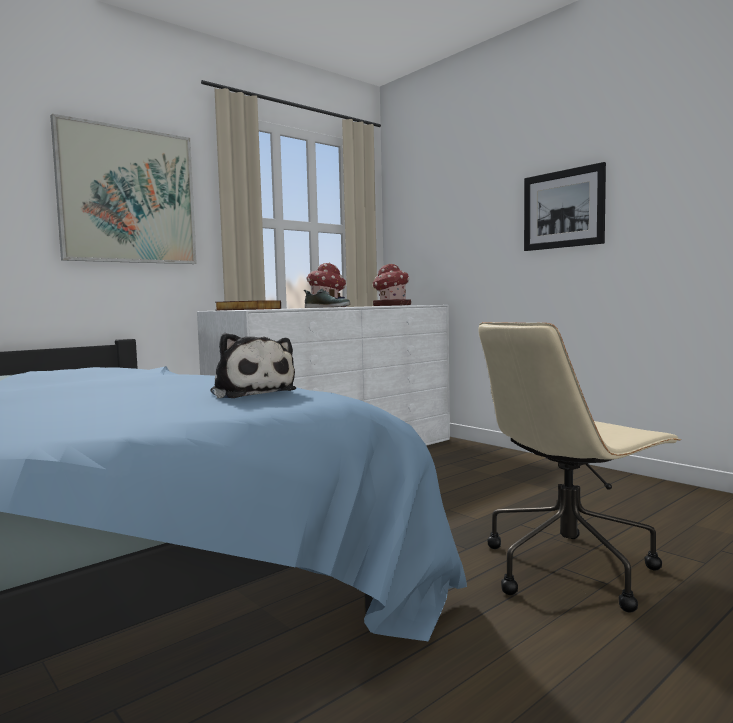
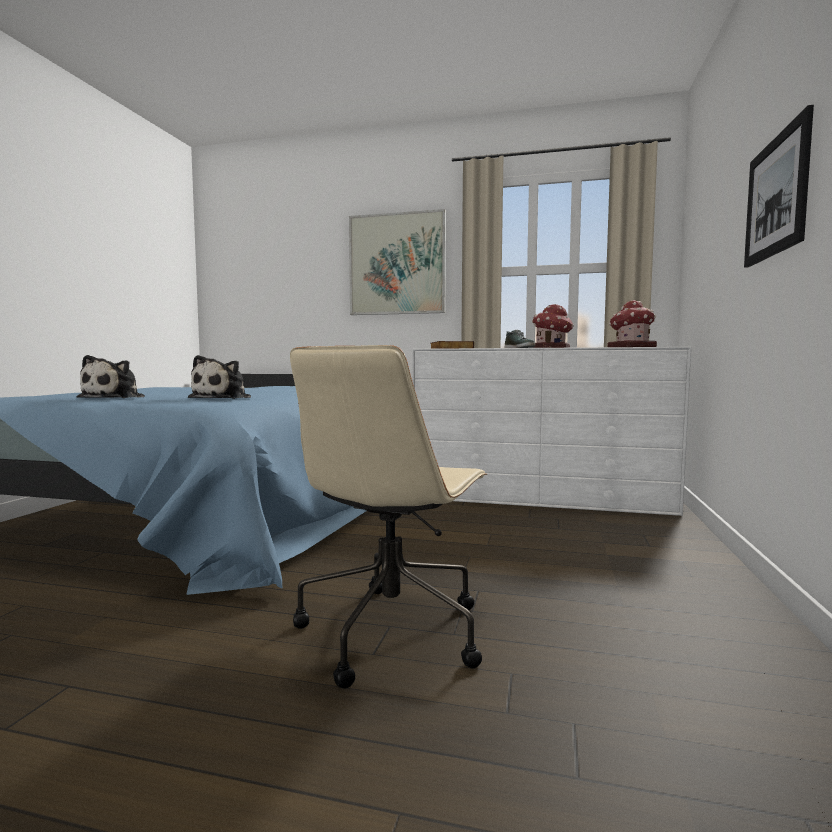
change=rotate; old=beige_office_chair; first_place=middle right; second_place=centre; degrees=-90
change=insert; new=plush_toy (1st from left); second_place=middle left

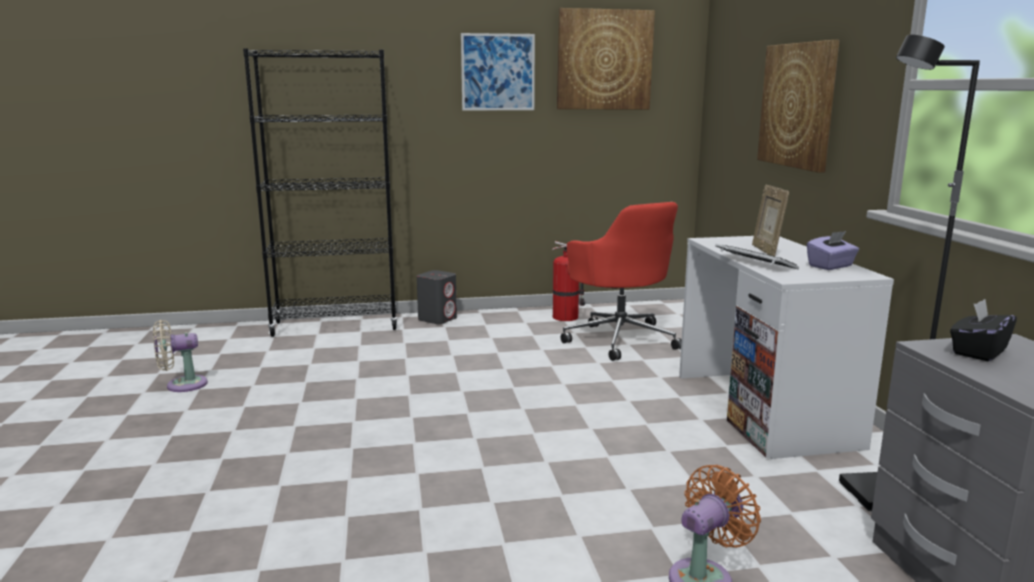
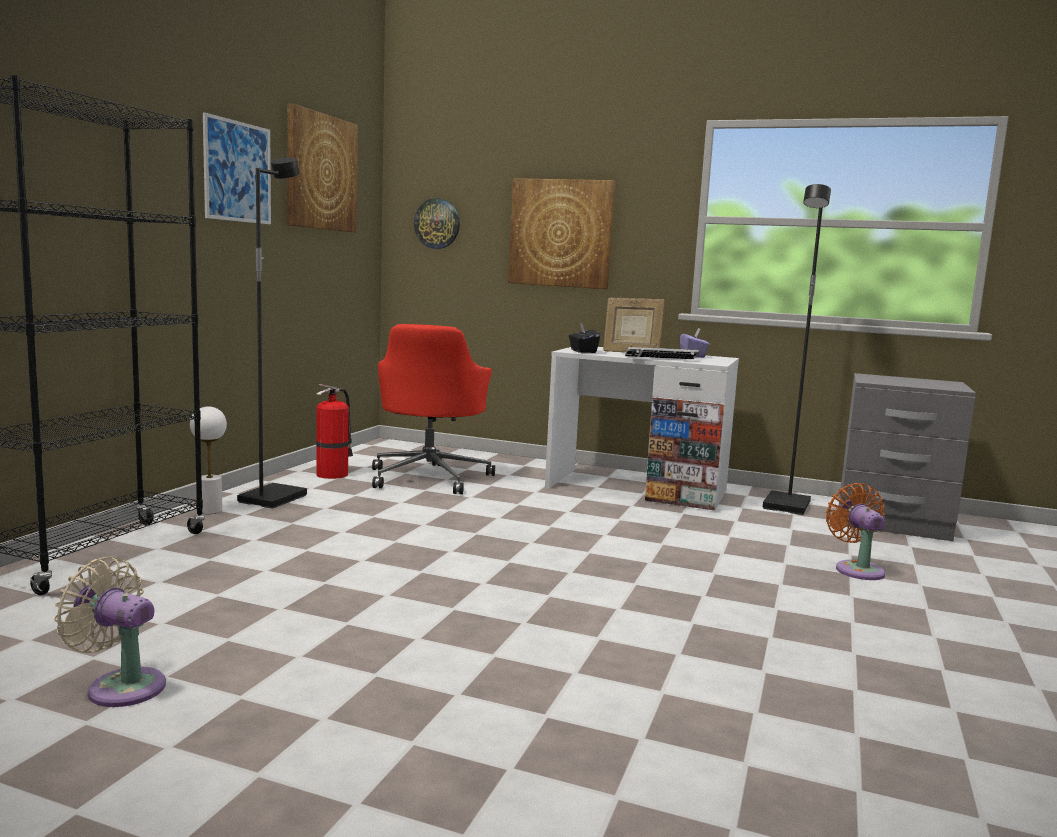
change=rotate; old=beige_fan; first_place=middle left; second_place=bottom left; degrees=105
change=replace; old=grey_speaker; new=white_table_lamp; first_place=centre; second_place=middle left
change=rotate; old=red_office_chair; first_place=centre; second_place=centre; degrees=90
change=move; old=black_tissue_box; first_place=middle right; second_place=centre
change=insert; new=black_floor_lamp (1st from left); second_place=middle left
change=insert; new=wall_clock; second_place=top centre

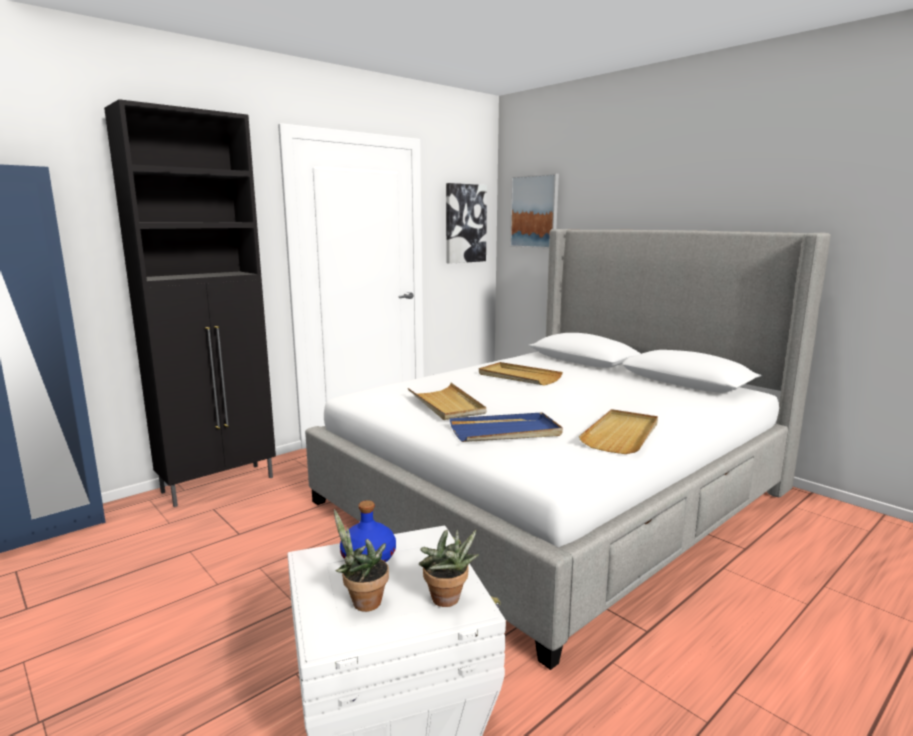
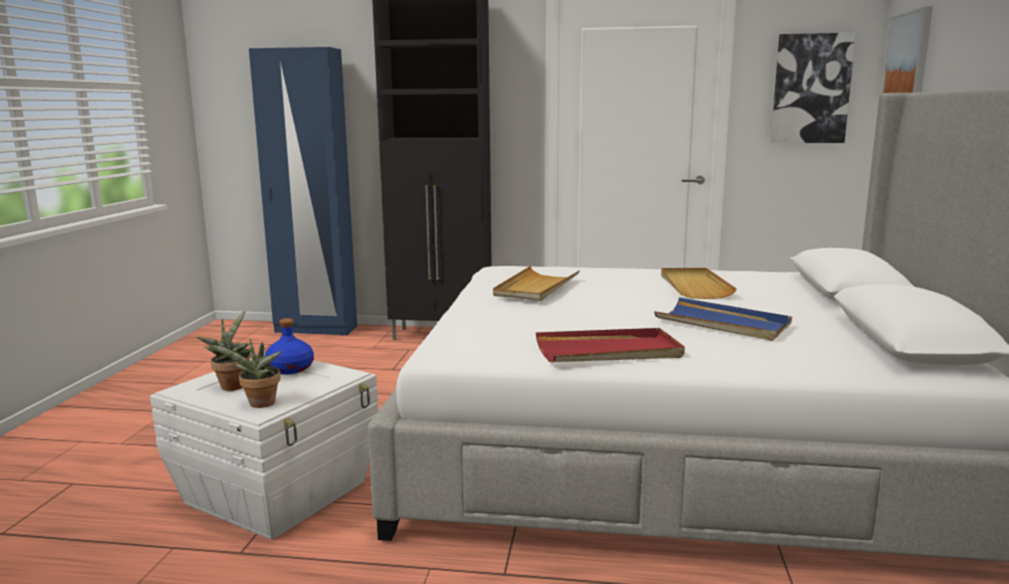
change=move; old=blue_tray; first_place=centre; second_place=middle right
change=recolor; old=beige_tray (3rd from left); new=red_tray; first_place=middle right; second_place=centre

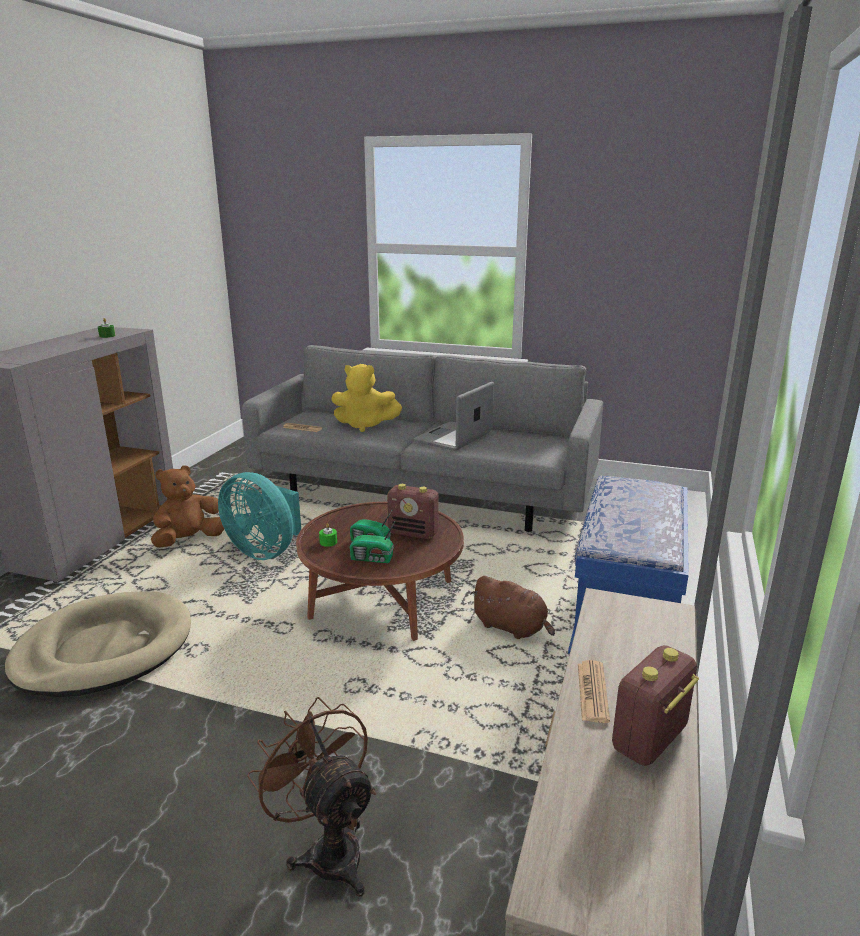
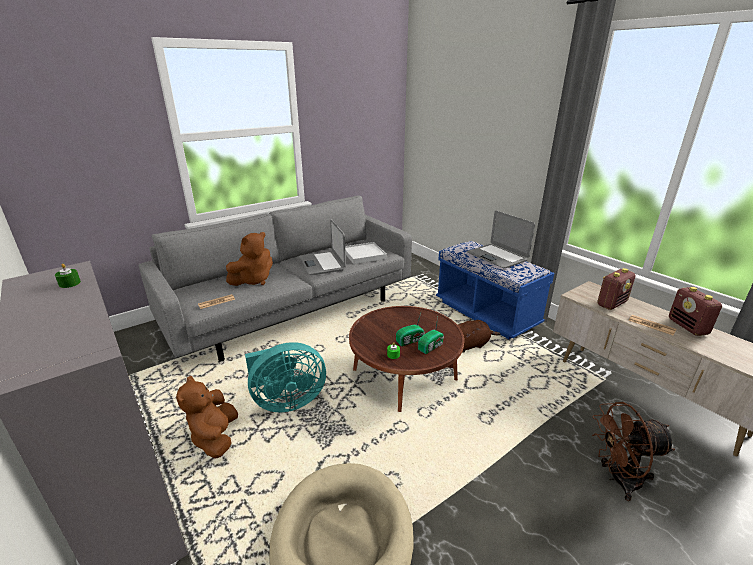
change=recolor; old=yellow_plush_toy; new=brown_plush_toy (2nd from left); first_place=centre; second_place=middle left
change=move; old=radio (3rd from left); first_place=centre; second_place=middle right
change=insert; new=white_tray; second_place=centre
change=insert; new=laptop (2nd from left); second_place=centre

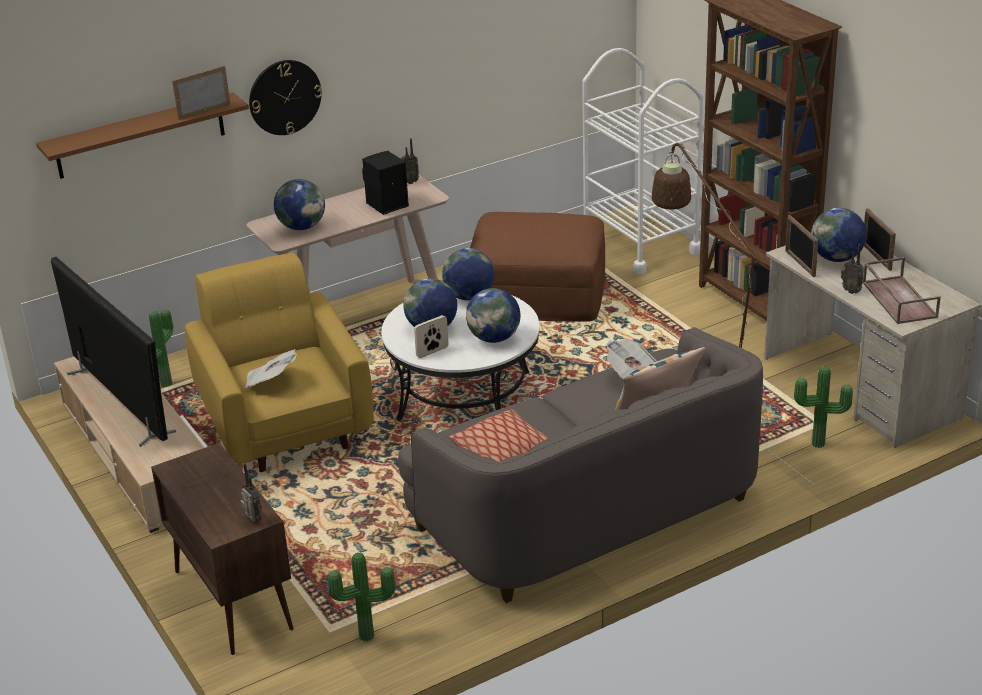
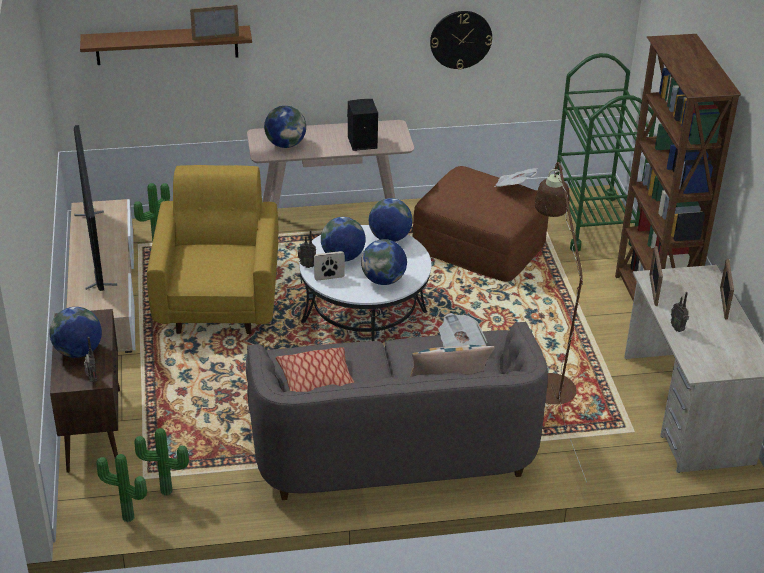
change=move; old=newspaper (1st from left in the first image); new=newspaper (2nd from left); first_place=middle left; second_place=top right
change=move; old=wall_clock; first_place=top left; second_place=top centre
change=move; old=radio (2nd from left); first_place=top centre; second_place=centre
change=recolor; old=white_cart; new=green_cart; first_place=top centre; second_place=top right
change=move; old=potted_plant (3rd from left in the first image); new=potted_plant (1st from left); first_place=middle right; second_place=bottom left
change=move; old=globe (5th from left in the first image); new=globe (1st from left); first_place=middle right; second_place=middle left
change=delete; old=brown_tray; first_place=middle right

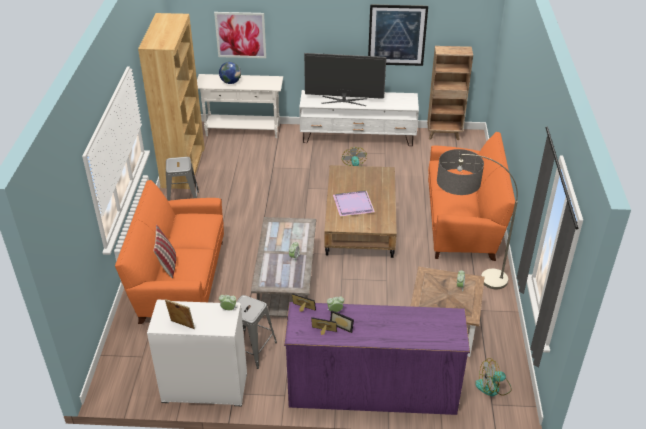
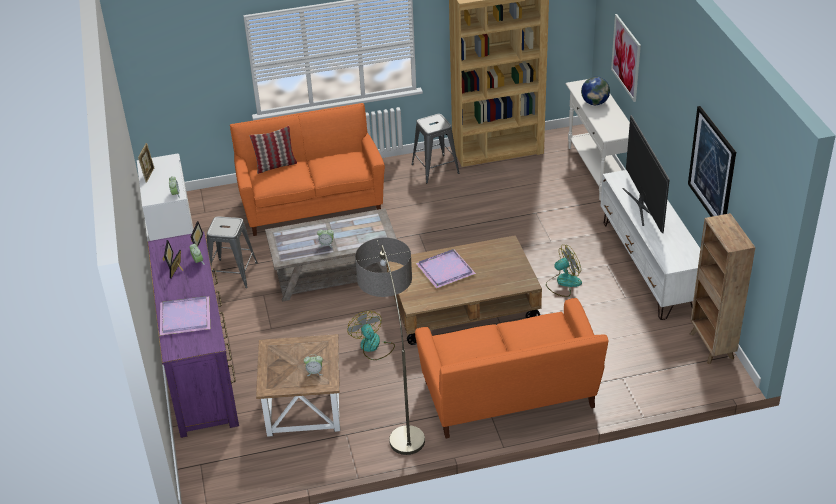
change=move; old=fan (2nd from left in the first image); new=fan (1st from left); first_place=bottom right; second_place=centre
change=insert; new=purple_tray (1st from left); second_place=middle left

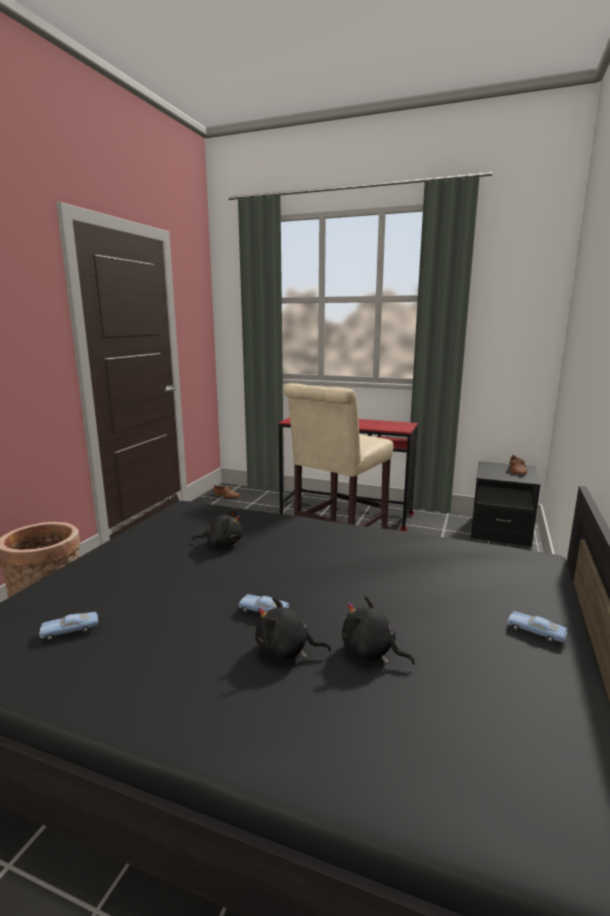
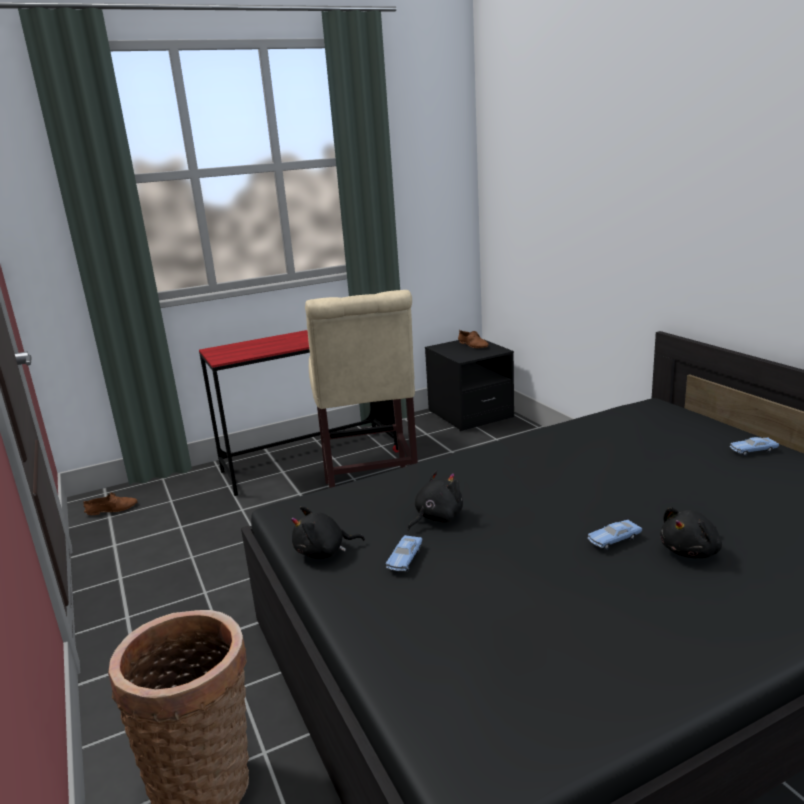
change=move; old=blue_toy_car (1st from left); first_place=bottom left; second_place=bottom centre
change=move; old=black_plush_toy (3rd from left in the first image); new=black_plush_toy (1st from left); first_place=bottom centre; second_place=centre

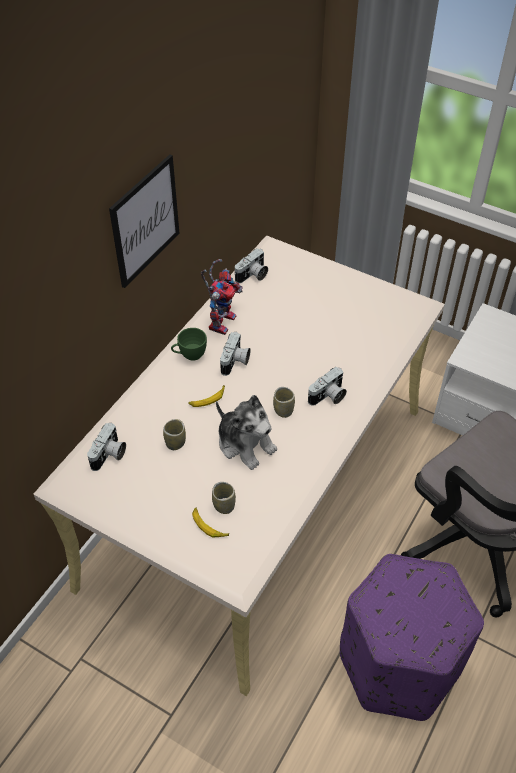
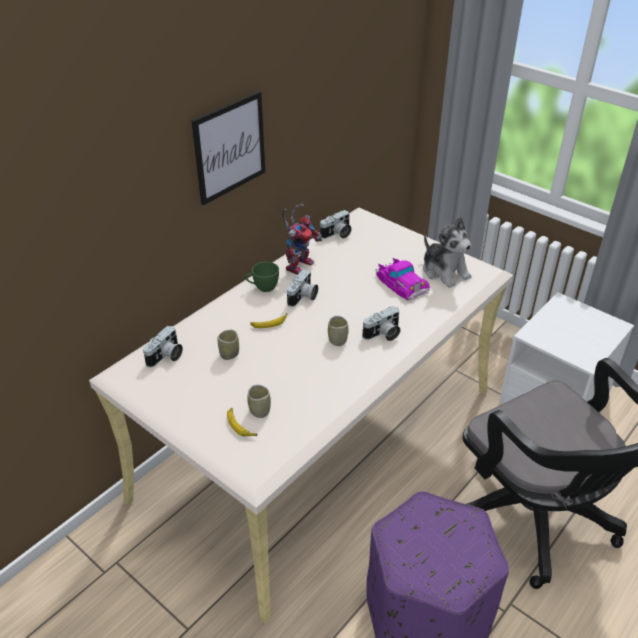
change=move; old=plush_toy; first_place=centre; second_place=middle right
change=insert; new=toy_car; second_place=centre

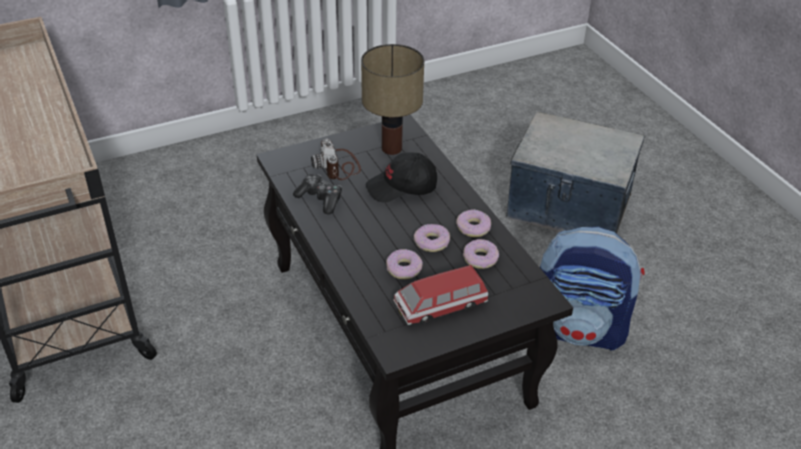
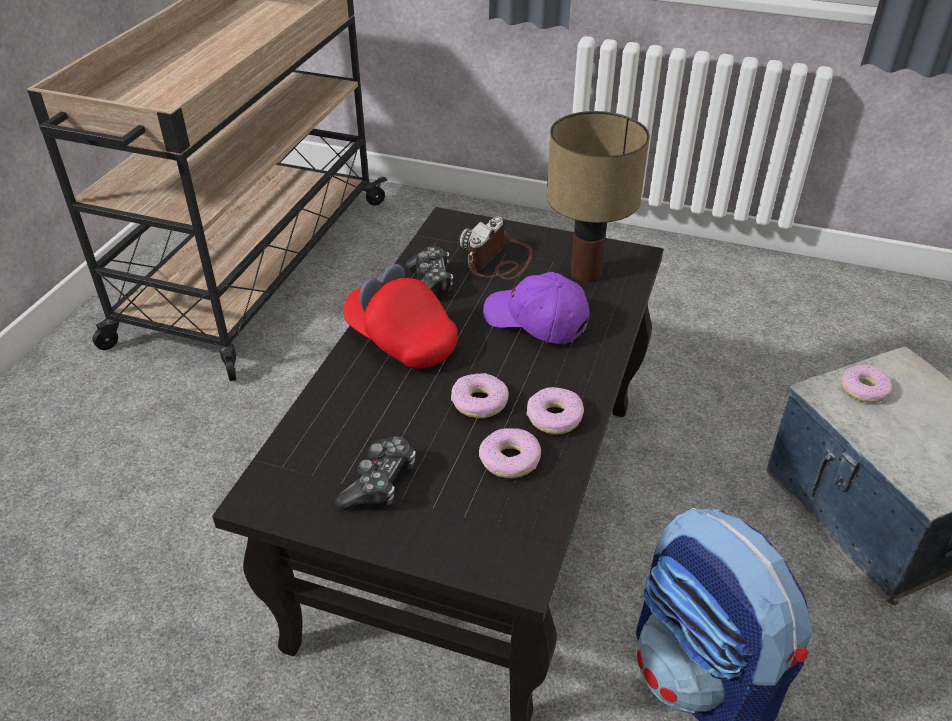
change=recolor; old=black_cap; new=purple_cap; first_place=centre; second_place=centre
change=move; old=donut (1st from left in the first image); new=donut (4th from left); first_place=centre; second_place=middle right
change=replace; old=toy_car; new=game_controller (1st from left); first_place=centre; second_place=centre
change=insert; new=red_cap; second_place=centre

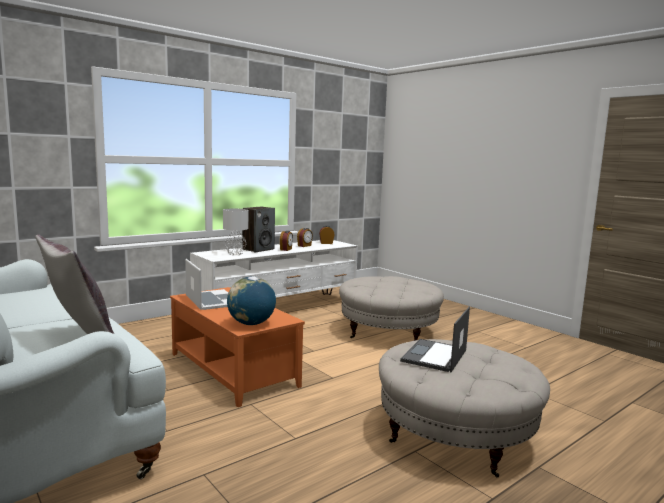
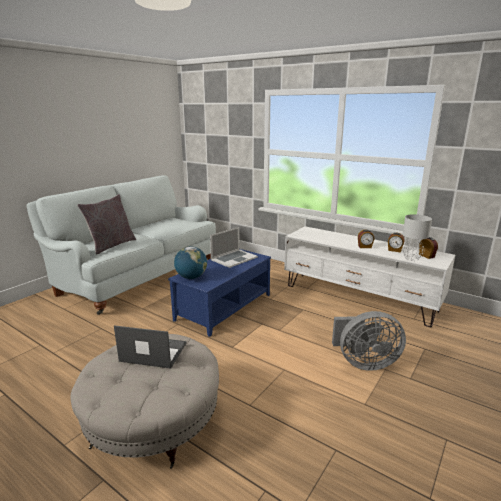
change=recolor; old=orange_coffee_table; new=blue_coffee_table; first_place=bottom centre; second_place=centre
change=move; old=grey_table_lamp; first_place=centre; second_place=middle right
change=delete; old=speaker; first_place=centre
change=replace; old=beige_ottoman (1st from left); new=grey_fan; first_place=centre; second_place=bottom right

